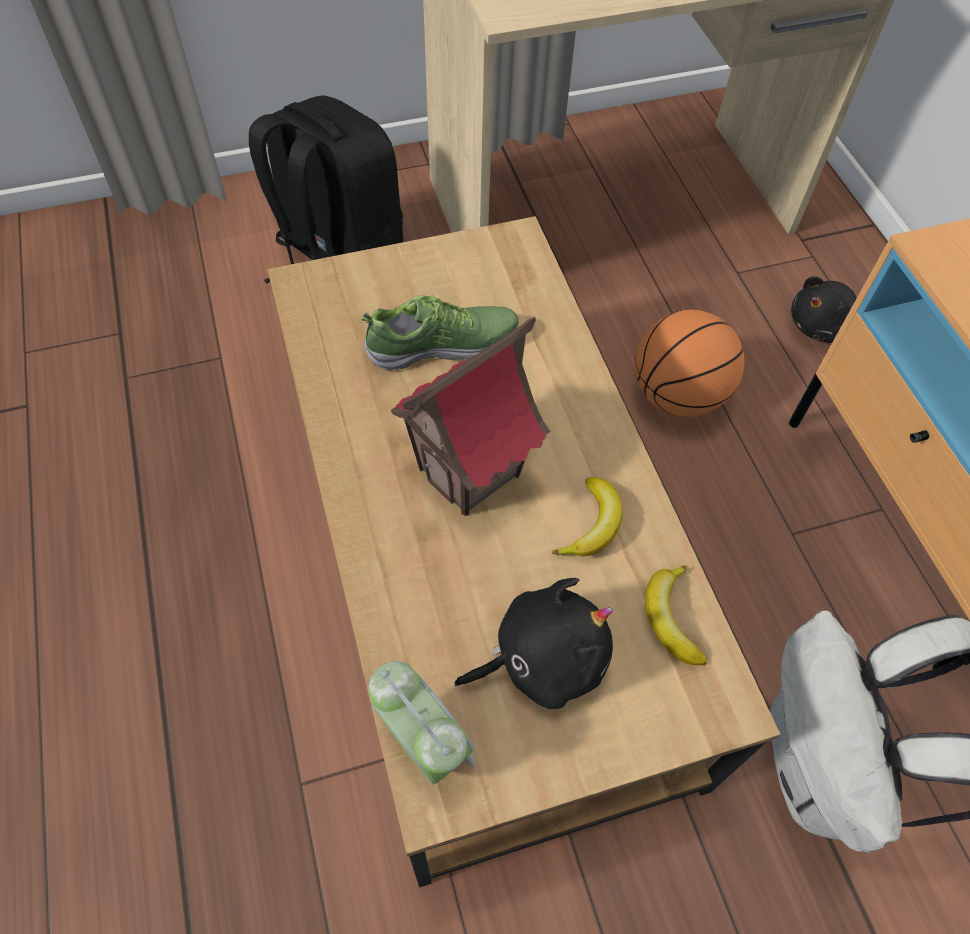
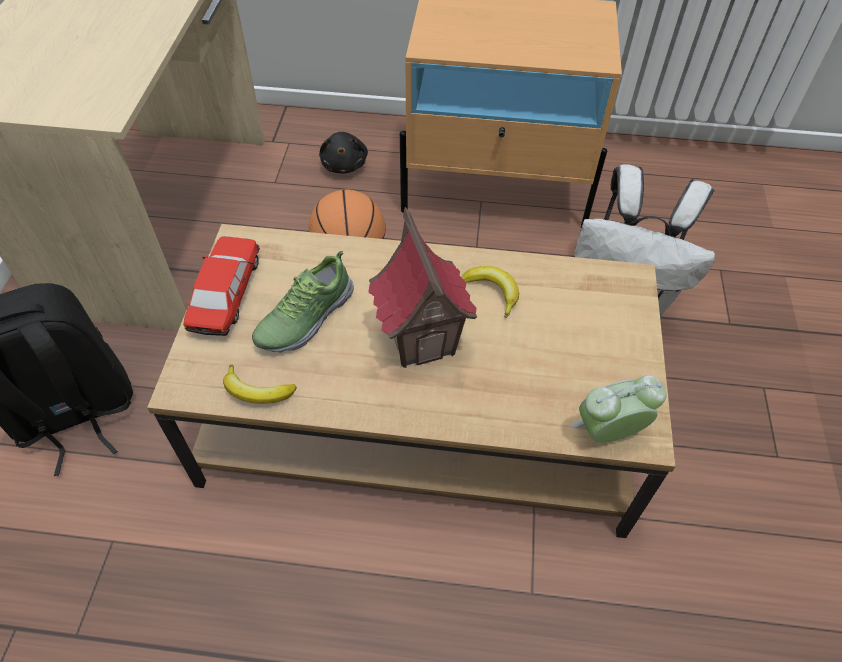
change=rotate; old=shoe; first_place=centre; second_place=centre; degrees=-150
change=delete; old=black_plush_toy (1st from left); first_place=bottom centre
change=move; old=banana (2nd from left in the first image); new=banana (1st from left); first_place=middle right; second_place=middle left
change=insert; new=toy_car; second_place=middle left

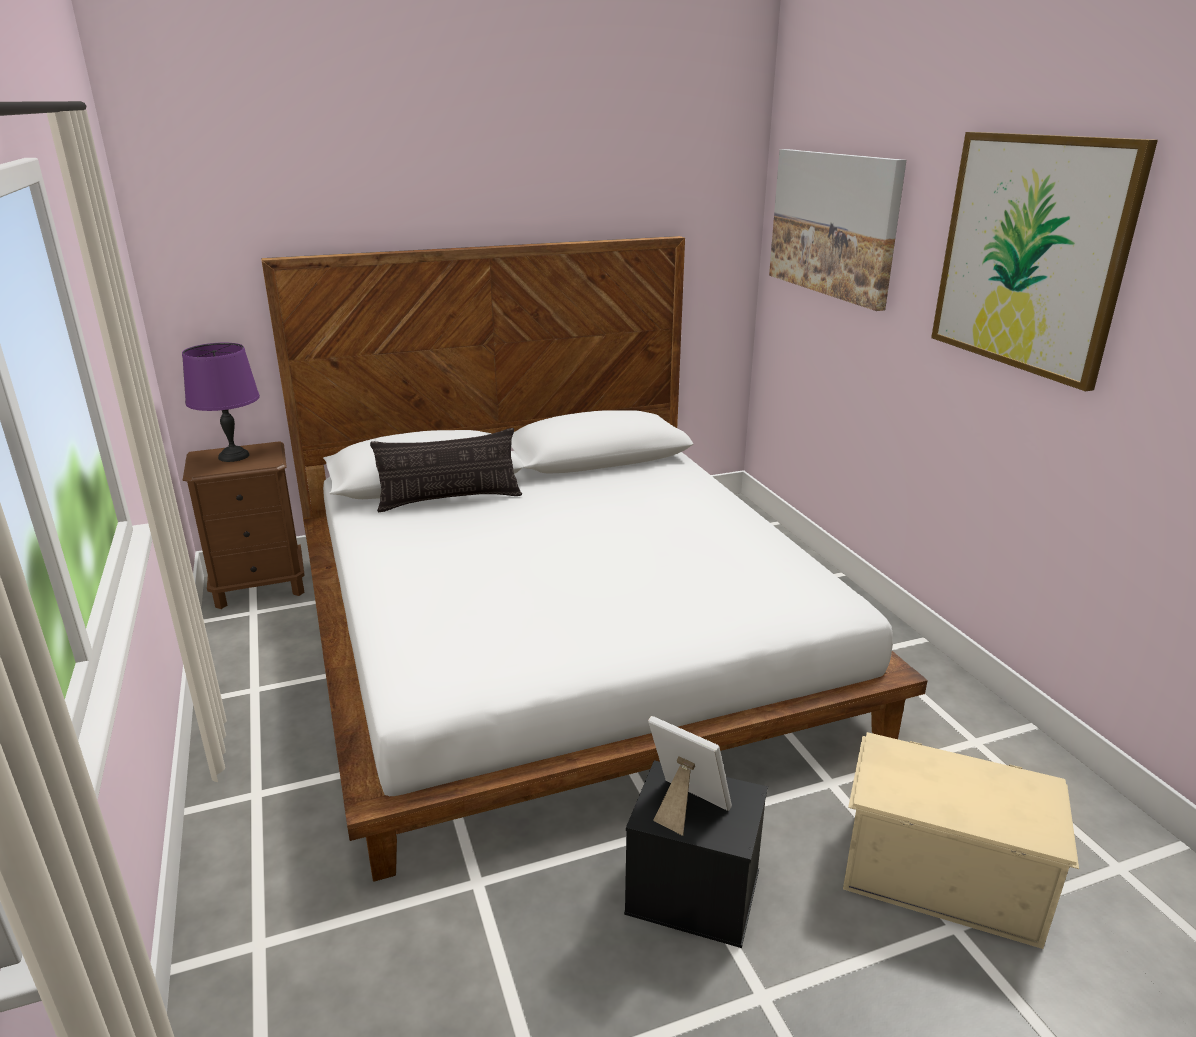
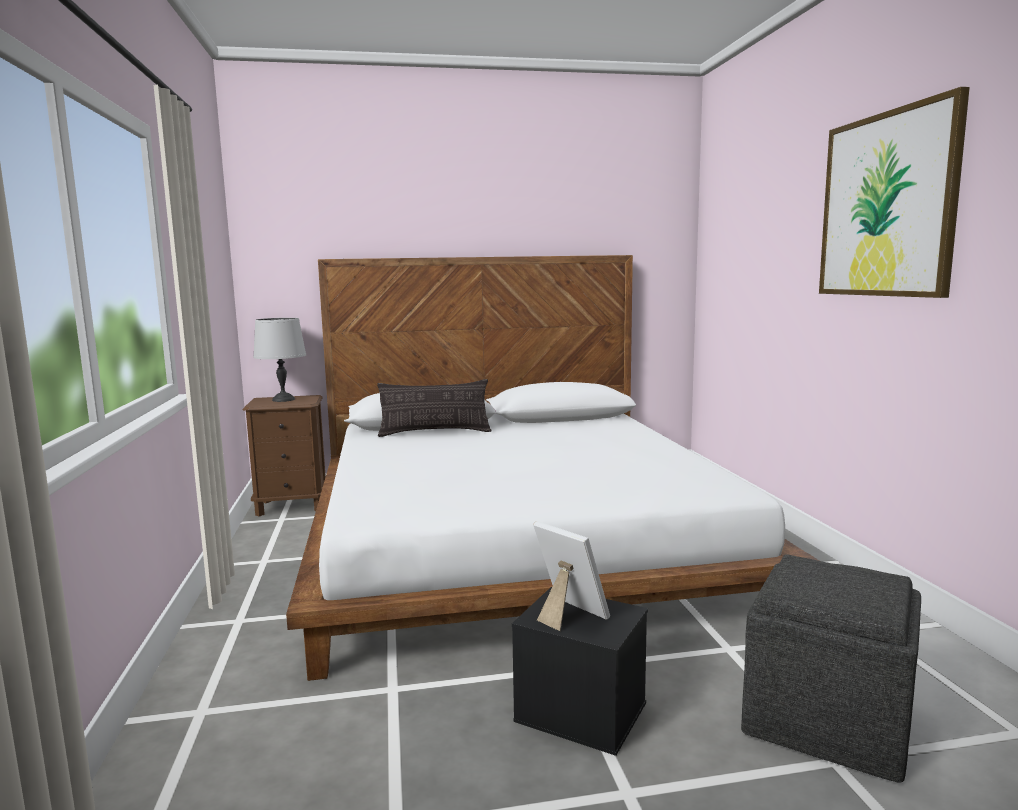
change=recolor; old=purple_table_lamp; new=grey_table_lamp; first_place=middle left; second_place=middle left
change=delete; old=picture (1st from left); first_place=top right
change=replace; old=beige_storage_box; new=grey_ottoman; first_place=bottom right; second_place=bottom right

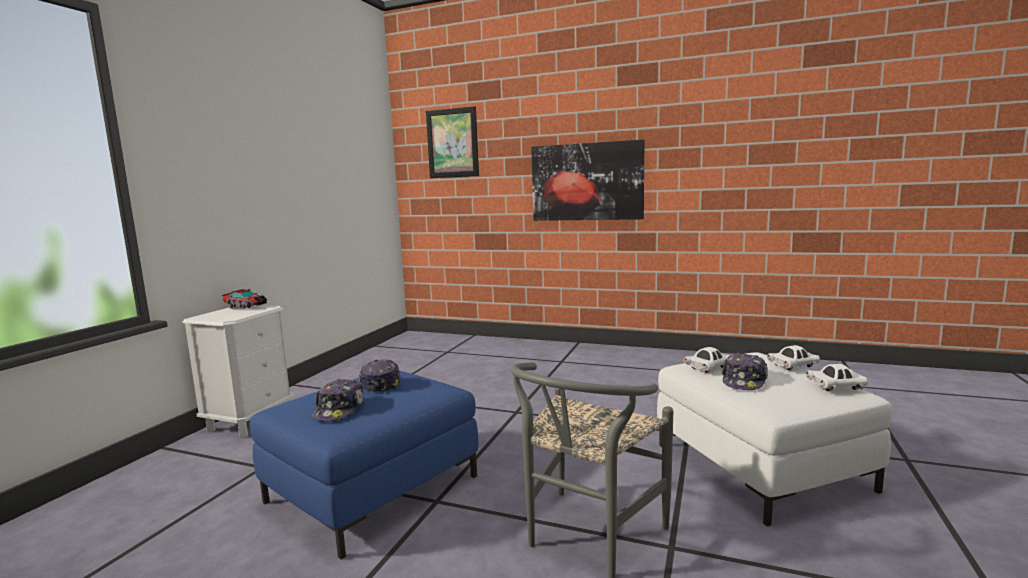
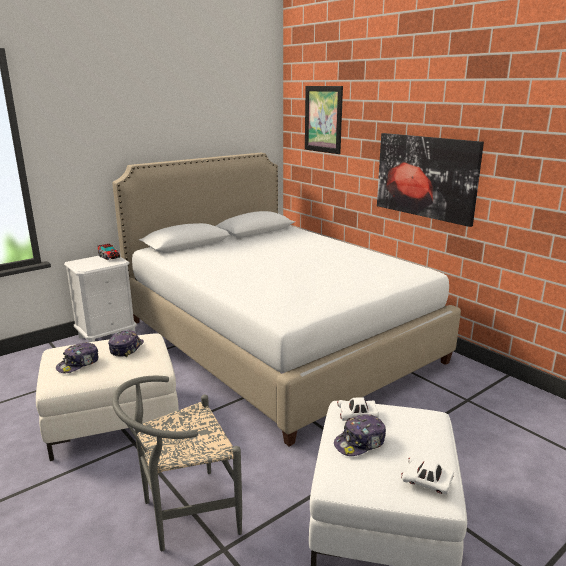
change=recolor; old=blue_ottoman; new=white_ottoman (1st from left); first_place=bottom centre; second_place=bottom left
change=delete; old=white_toy_car (2nd from left); first_place=middle right
change=insert; new=white_bed; second_place=centre

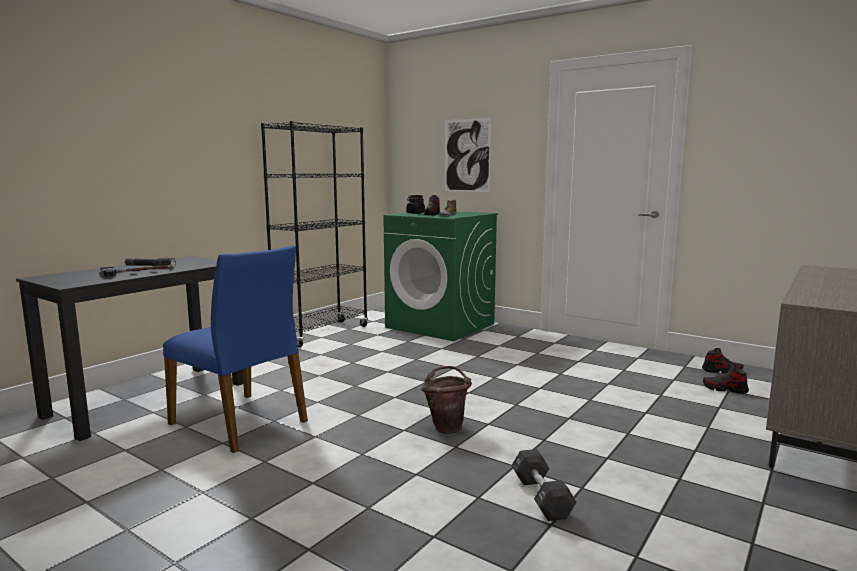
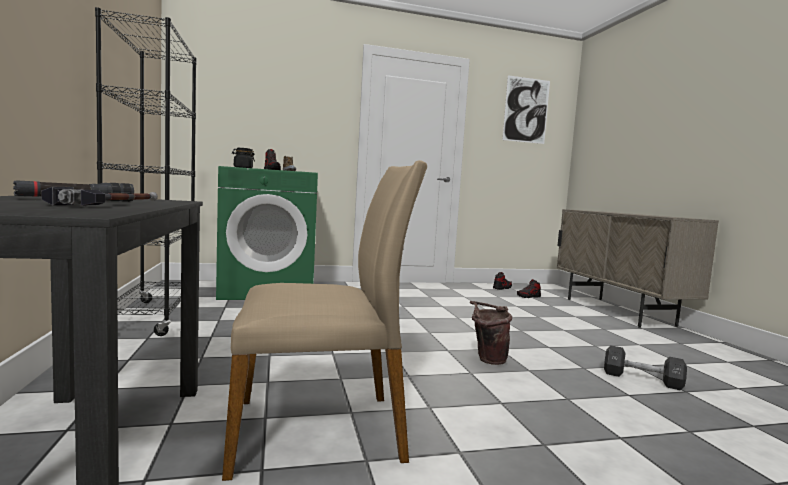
change=recolor; old=blue_chair; new=beige_chair; first_place=middle left; second_place=centre
change=move; old=picture; first_place=top centre; second_place=top right

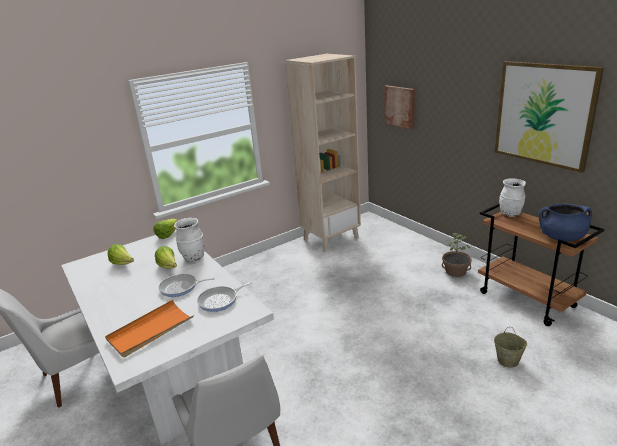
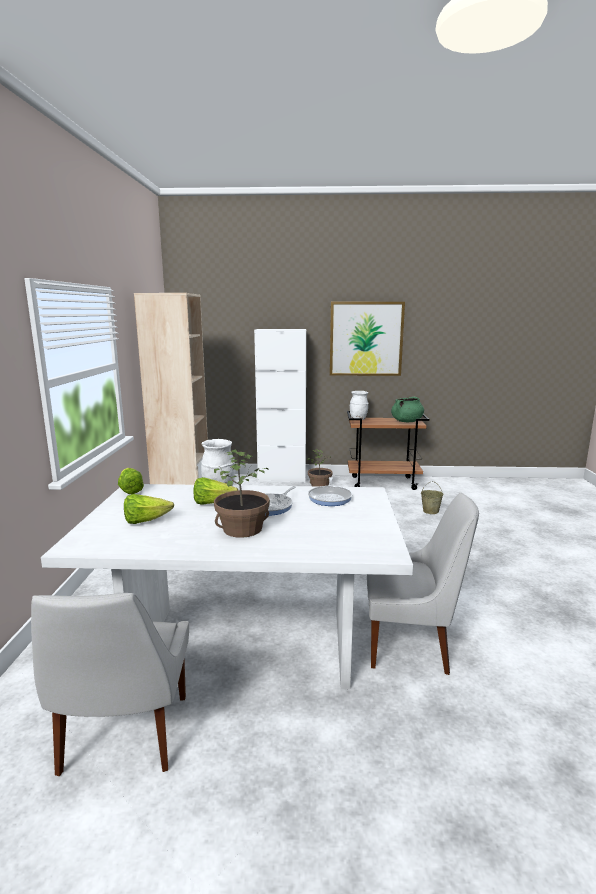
change=delete; old=orange_tray; first_place=bottom left
change=delete; old=picture (1st from left); first_place=top centre
change=recolor; old=blue_cooking_pot; new=green_cooking_pot; first_place=middle right; second_place=middle right
change=insert; new=potted_plant (1st from left); second_place=centre
change=insert; new=white_cabinet; second_place=centre

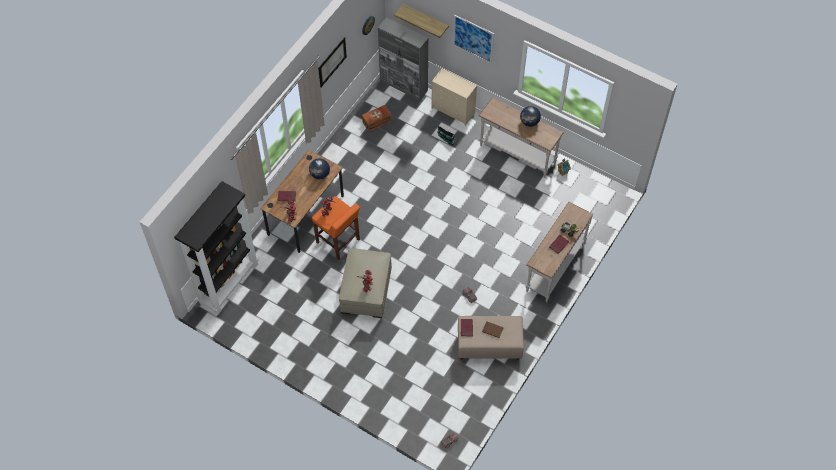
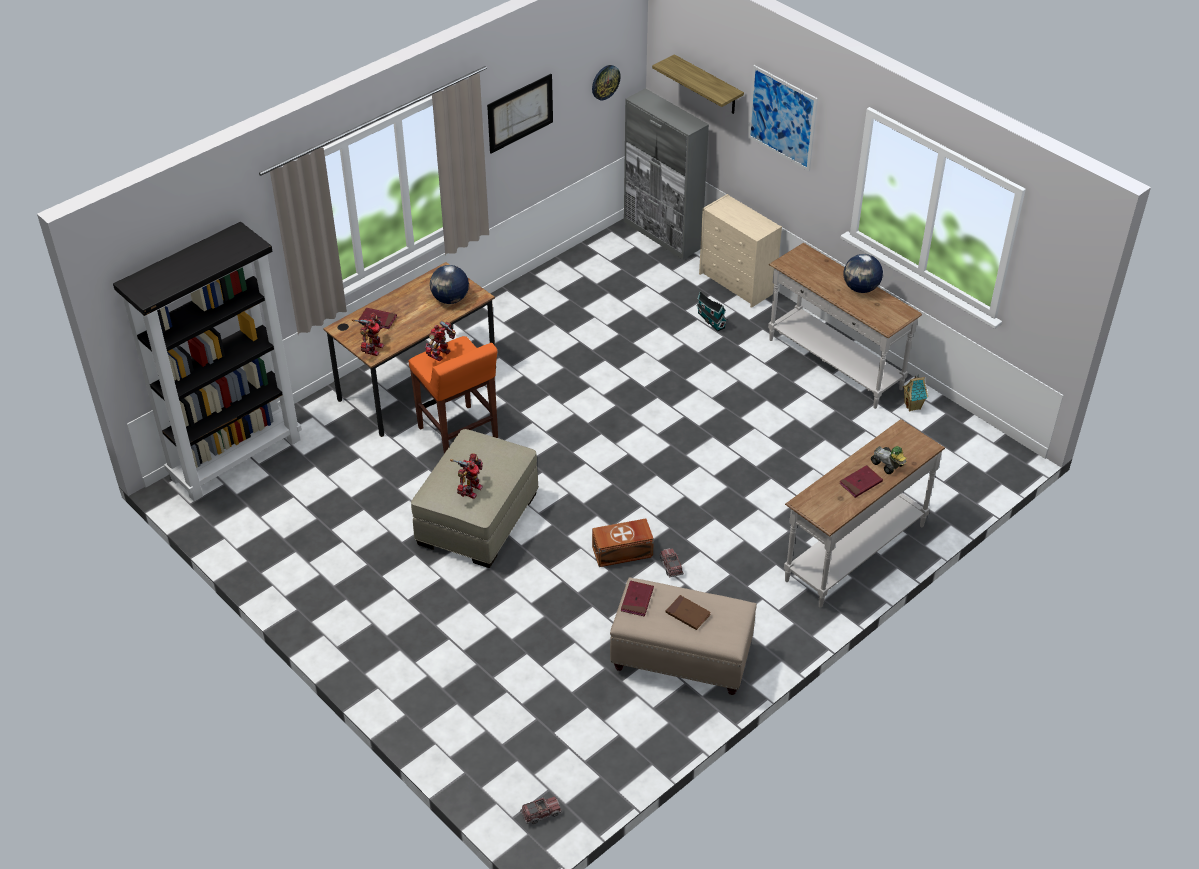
change=move; old=brown_storage_box; first_place=top centre; second_place=centre

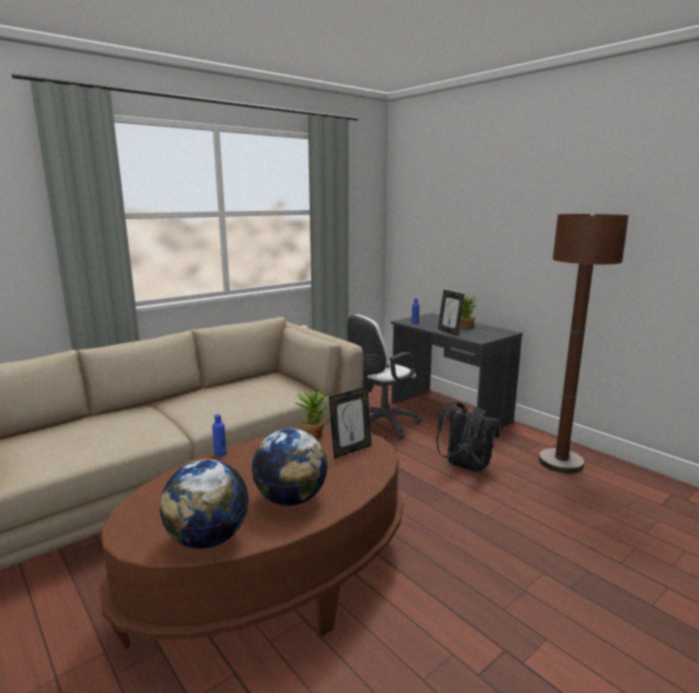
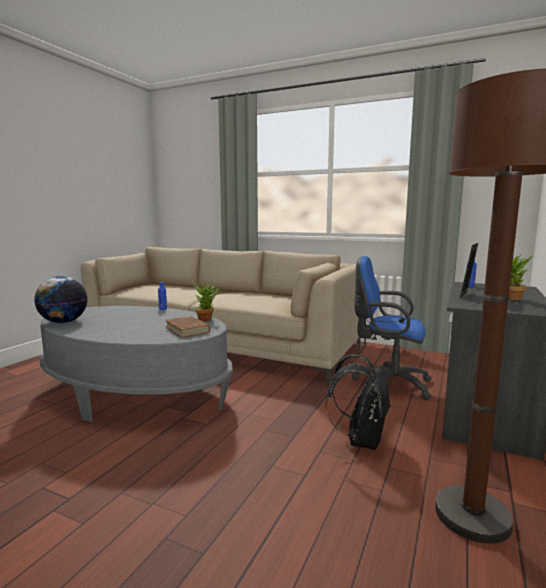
change=recolor; old=brown_coffee_table; new=grey_coffee_table; first_place=bottom centre; second_place=middle left
change=delete; old=globe (2nd from left); first_place=bottom centre
change=replace; old=picture_frame (1st from left); new=brown_book; first_place=centre; second_place=centre
change=recolor; old=white_office_chair; new=blue_office_chair; first_place=centre; second_place=middle right

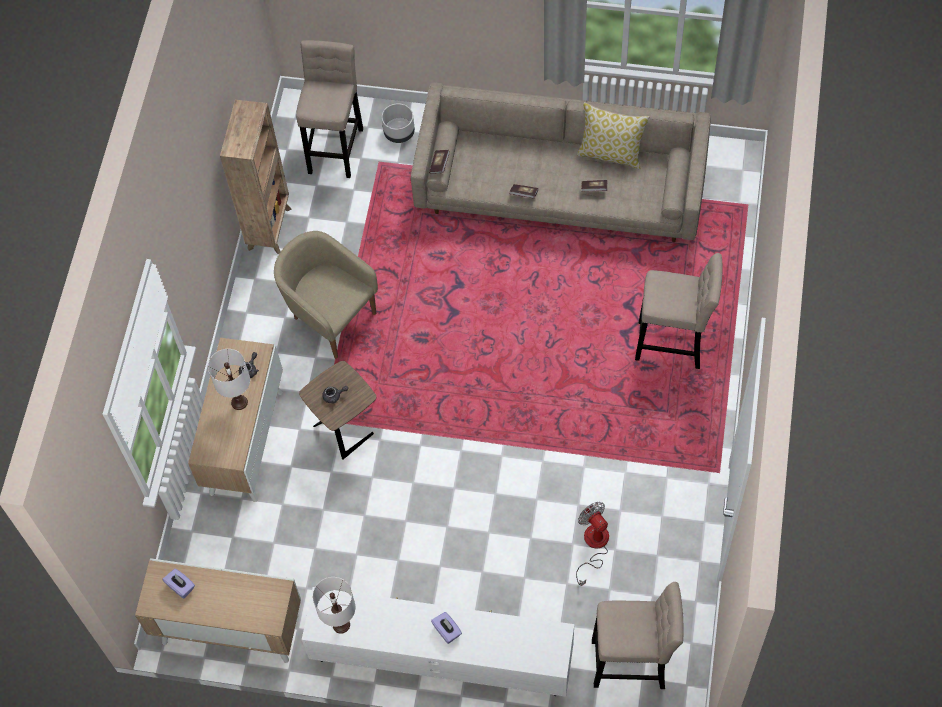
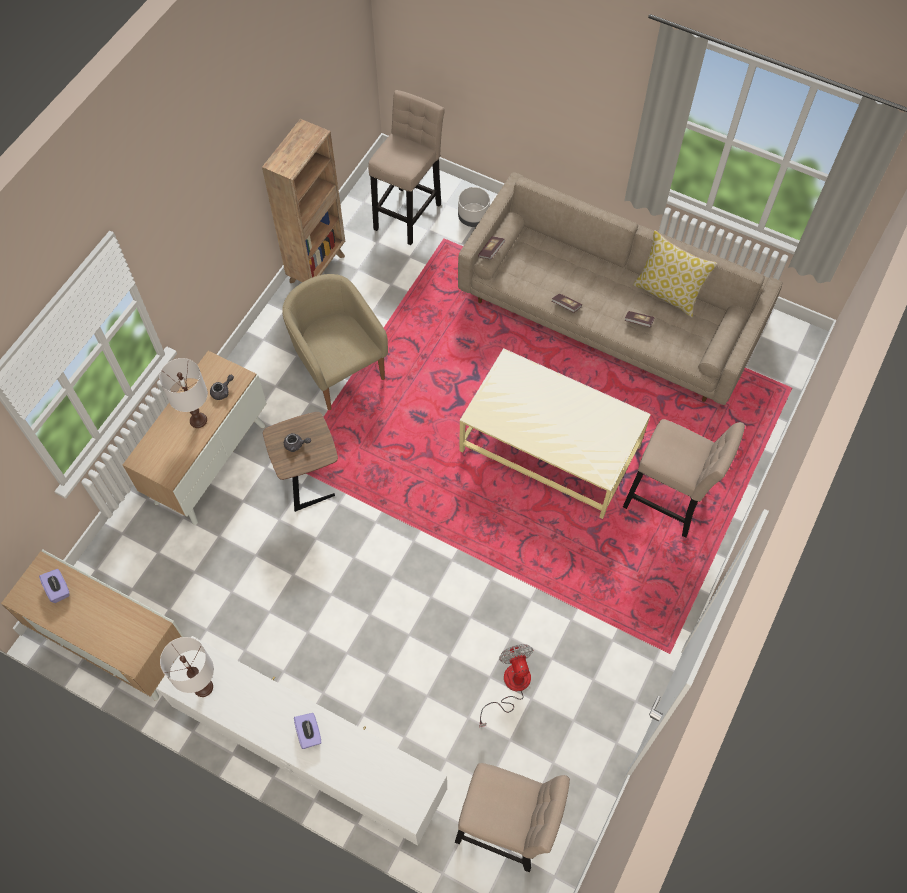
change=insert; new=coffee_table; second_place=centre

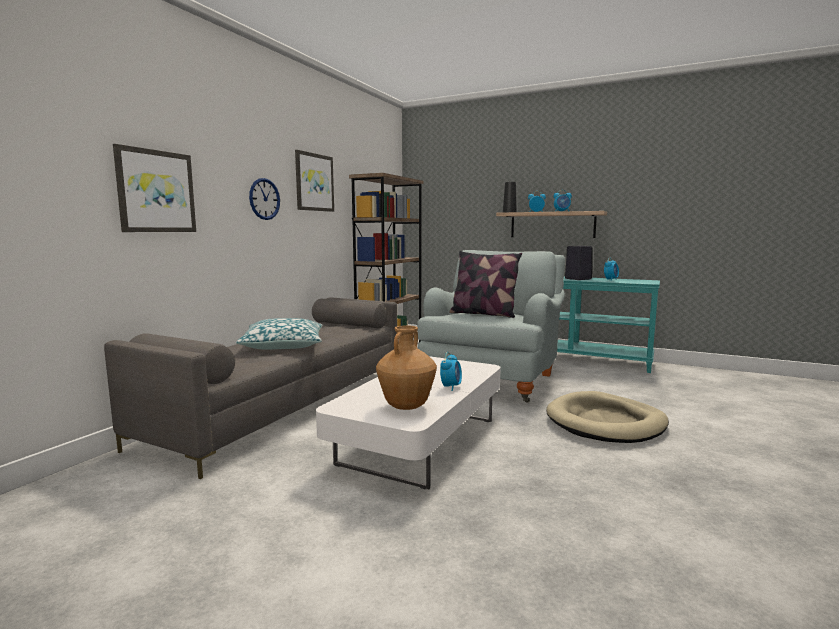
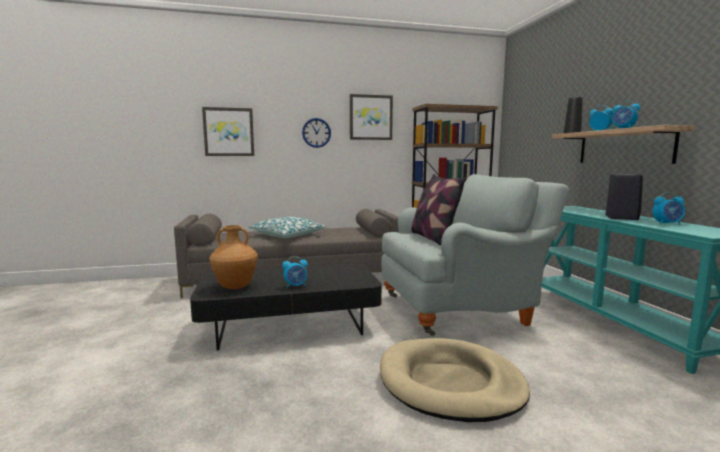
change=recolor; old=white_coffee_table; new=black_coffee_table; first_place=bottom centre; second_place=bottom centre

